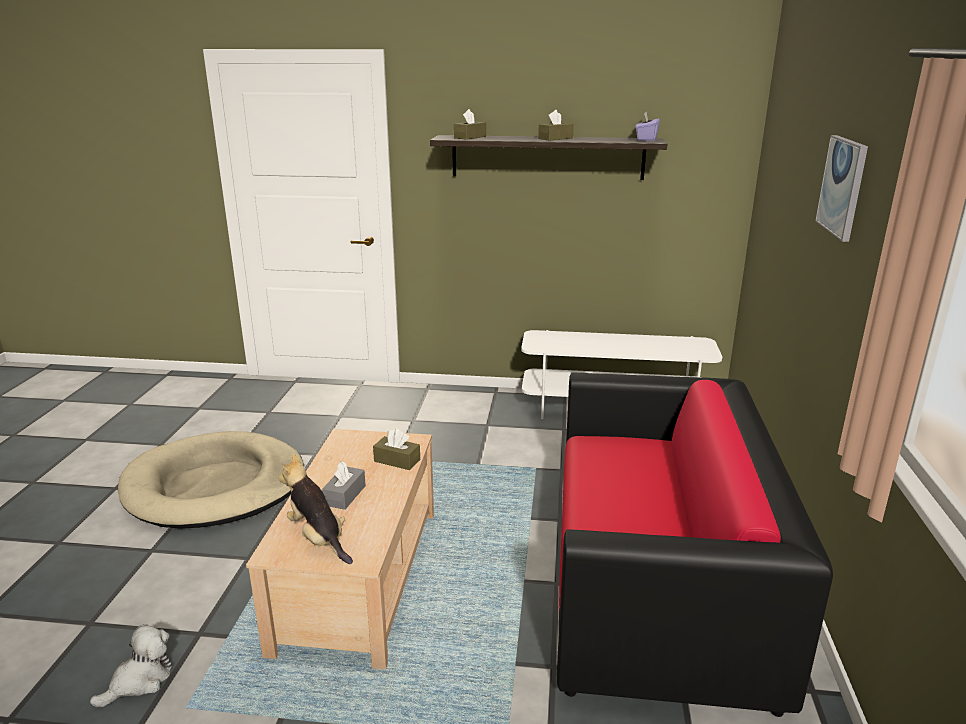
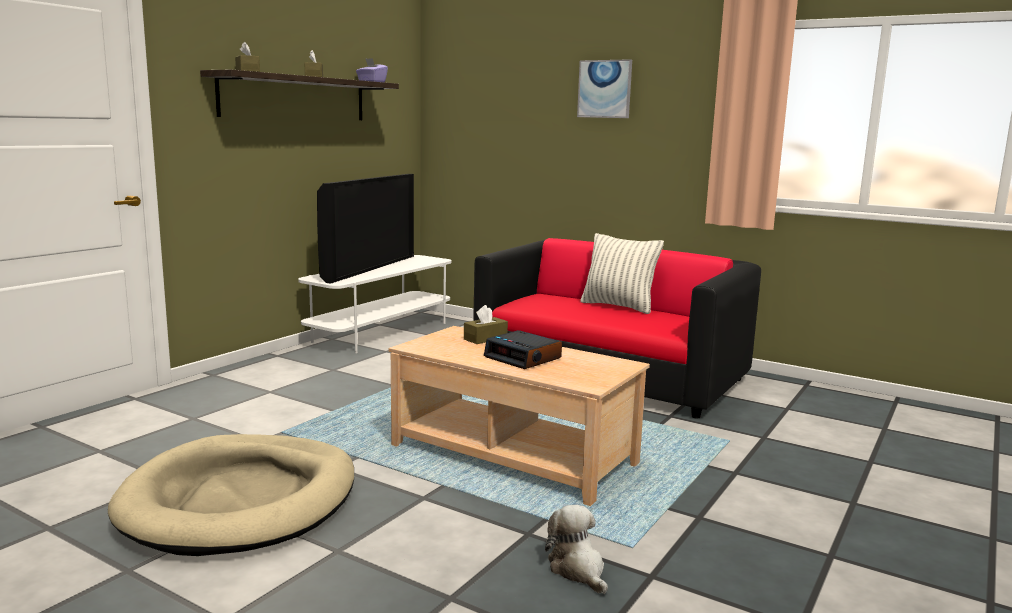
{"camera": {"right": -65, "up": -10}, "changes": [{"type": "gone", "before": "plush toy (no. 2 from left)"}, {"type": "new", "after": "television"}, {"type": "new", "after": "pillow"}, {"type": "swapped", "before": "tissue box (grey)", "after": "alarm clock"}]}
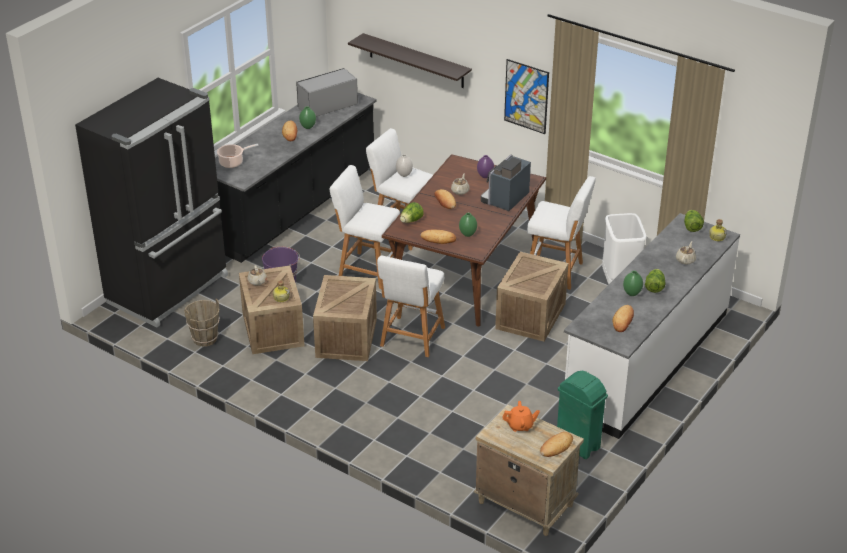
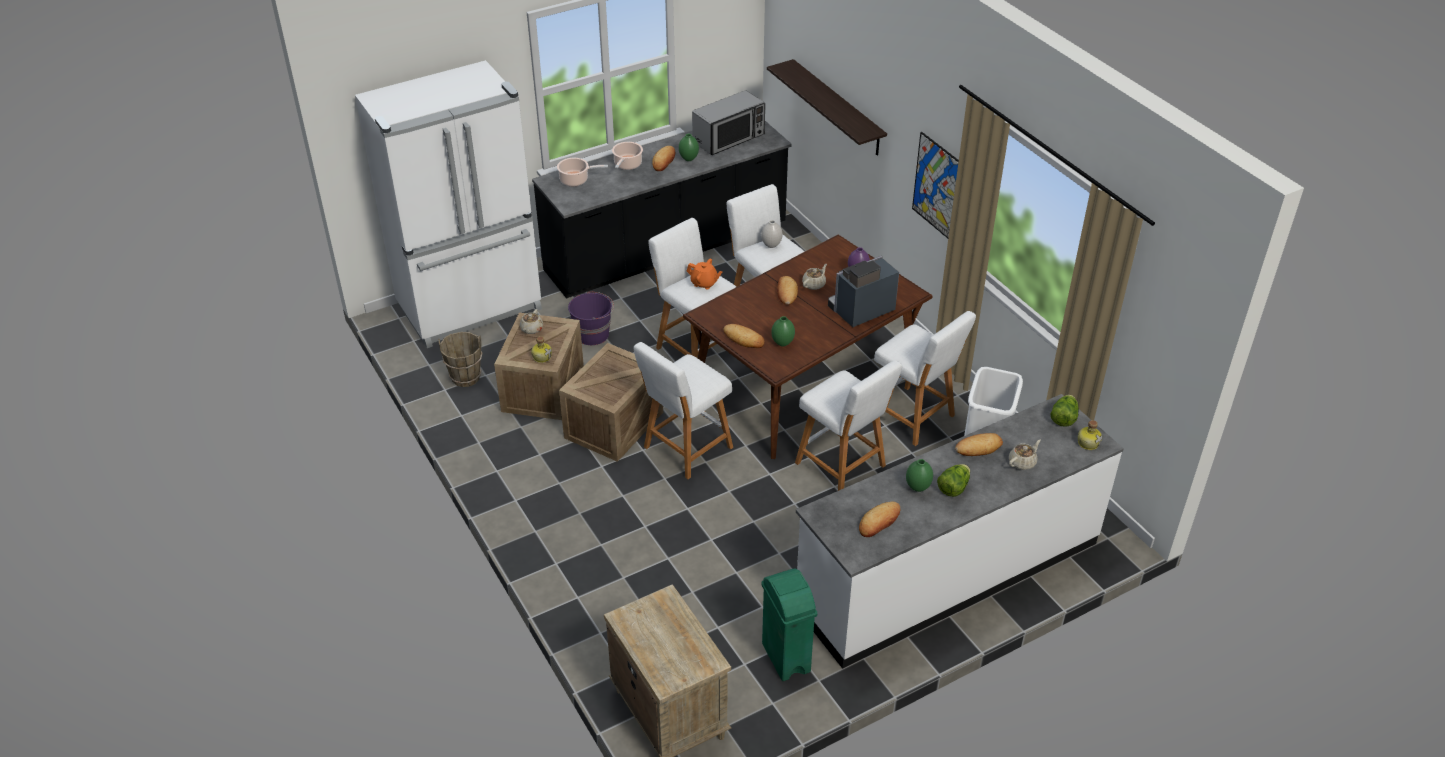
{"camera": {"right": 25, "up": 5}, "changes": [{"type": "gone", "before": "lettuce (no. 1 from left)"}, {"type": "new", "after": "cooking pot (no. 2 from left)"}, {"type": "shifted", "before": "teapot (orange)"}, {"type": "shifted", "before": "bread (no. 4 from left in the first image)", "after": "bread (no. 5 from left)"}, {"type": "swapped", "before": "crate (no. 3 from left)", "after": "stool (white) (no. 4 from left)"}, {"type": "repainted", "before": "fridge (black)", "after": "fridge (white)"}, {"type": "rotated", "before": "microwave", "turn": 150}]}
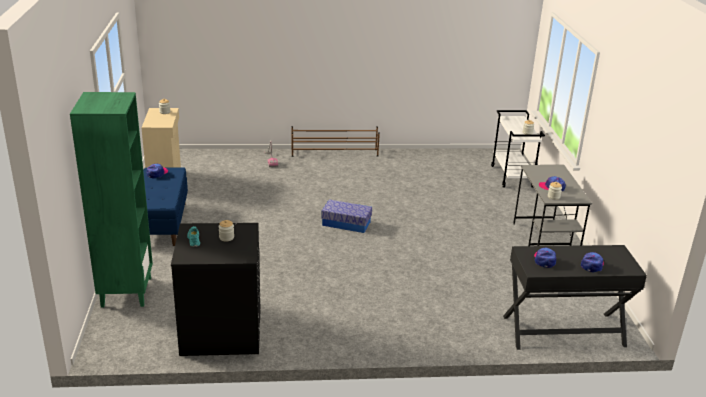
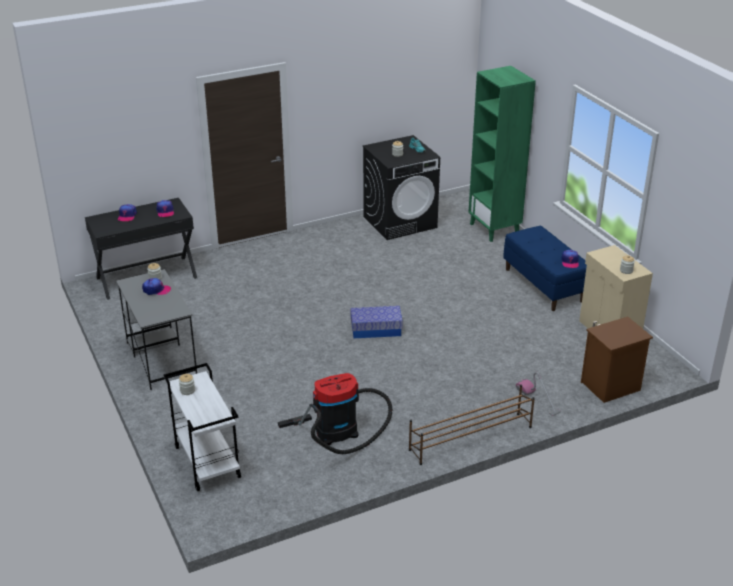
{"camera": {"right": 160, "up": 5}, "changes": [{"type": "new", "after": "vacuum cleaner (no. 1 from left)"}, {"type": "new", "after": "nightstand (brown)"}]}
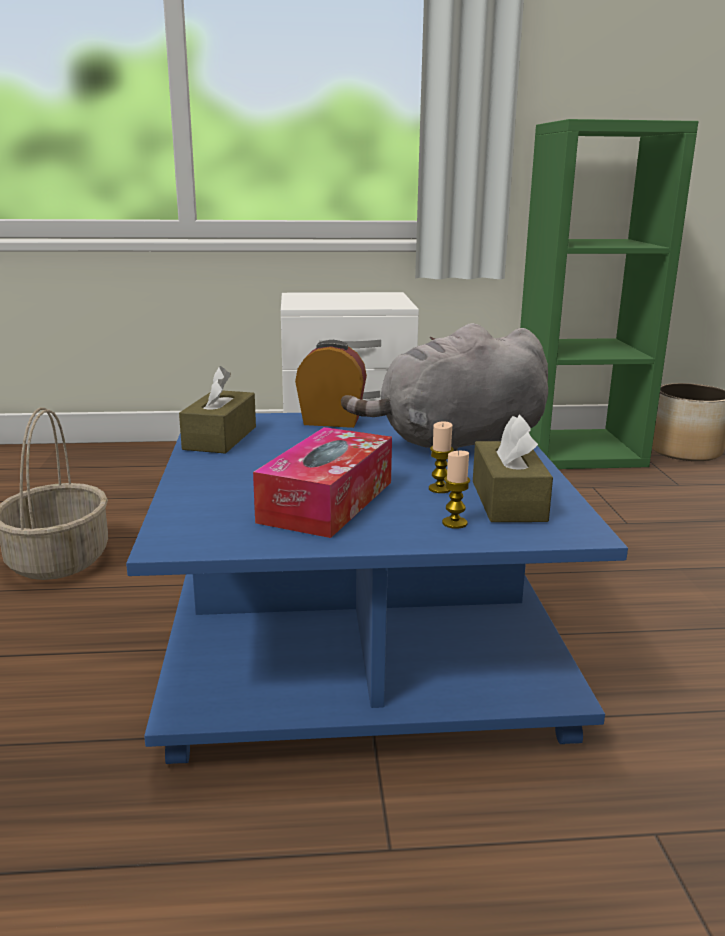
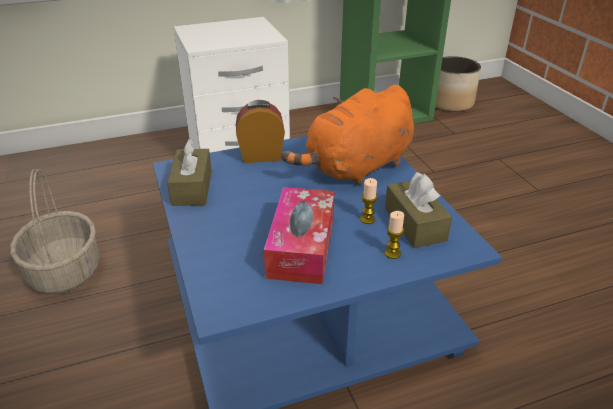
{"camera": {"right": -15, "up": 15}, "changes": [{"type": "repainted", "before": "plush toy (grey)", "after": "plush toy (orange)"}]}
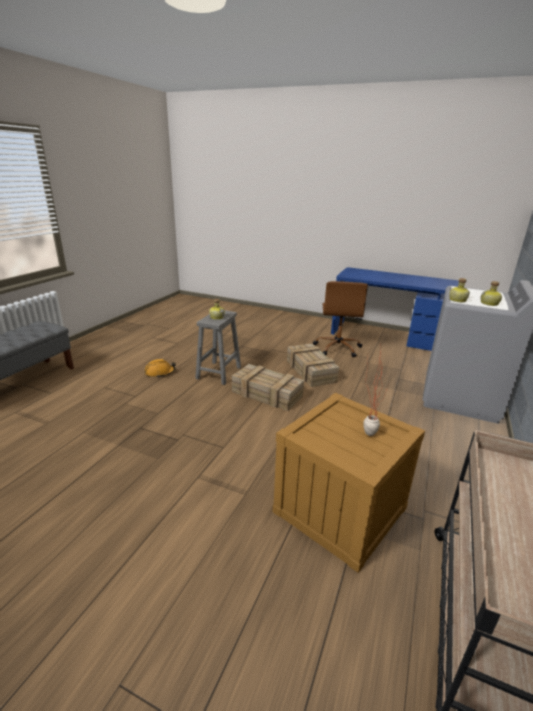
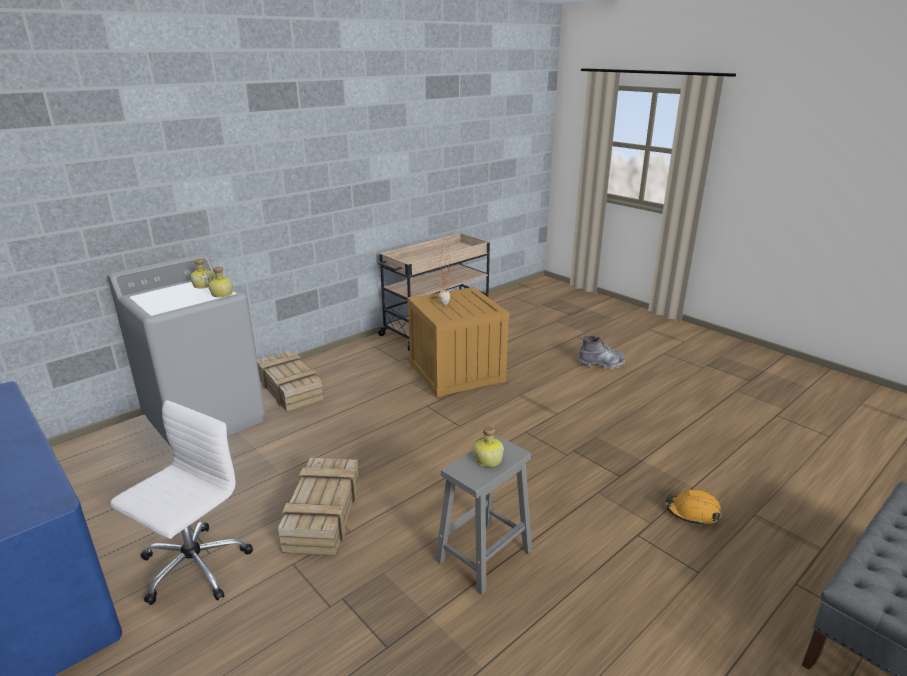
{"camera": {"right": -155, "up": 0}, "changes": [{"type": "new", "after": "boot (grey)"}, {"type": "shifted", "before": "hard hat (orange)"}, {"type": "shifted", "before": "crate (no. 1 from left)"}, {"type": "repainted", "before": "office chair (brown)", "after": "office chair (white)"}]}
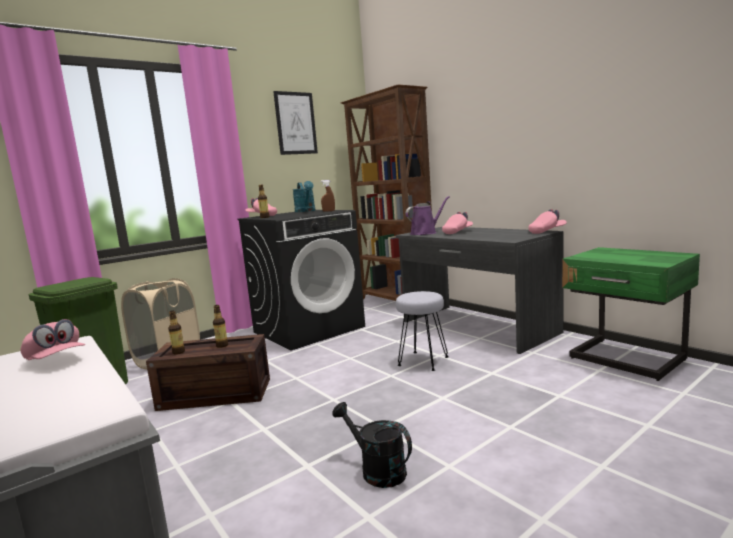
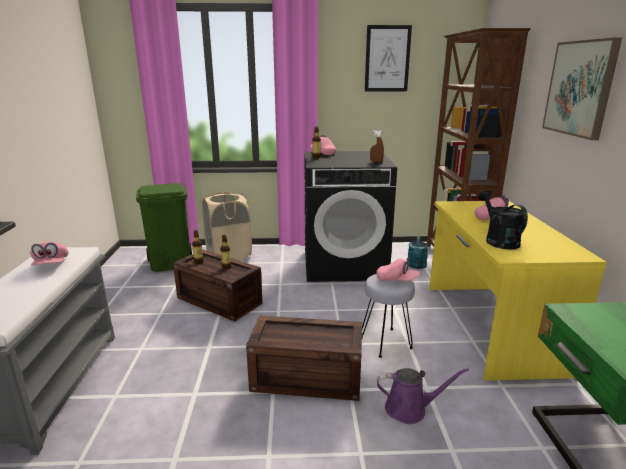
{"camera": {"right": 35, "up": 10}, "changes": [{"type": "new", "after": "crate (no. 2 from left)"}, {"type": "new", "after": "picture (no. 2 from left)"}, {"type": "shifted", "before": "watering can (turquoise)"}, {"type": "shifted", "before": "watering can (black)"}, {"type": "shifted", "before": "watering can (purple)"}, {"type": "shifted", "before": "cap (pink) (no. 4 from left in the first image)", "after": "cap (pink) (no. 3 from left)"}, {"type": "repainted", "before": "desk (grey)", "after": "desk (yellow)"}]}
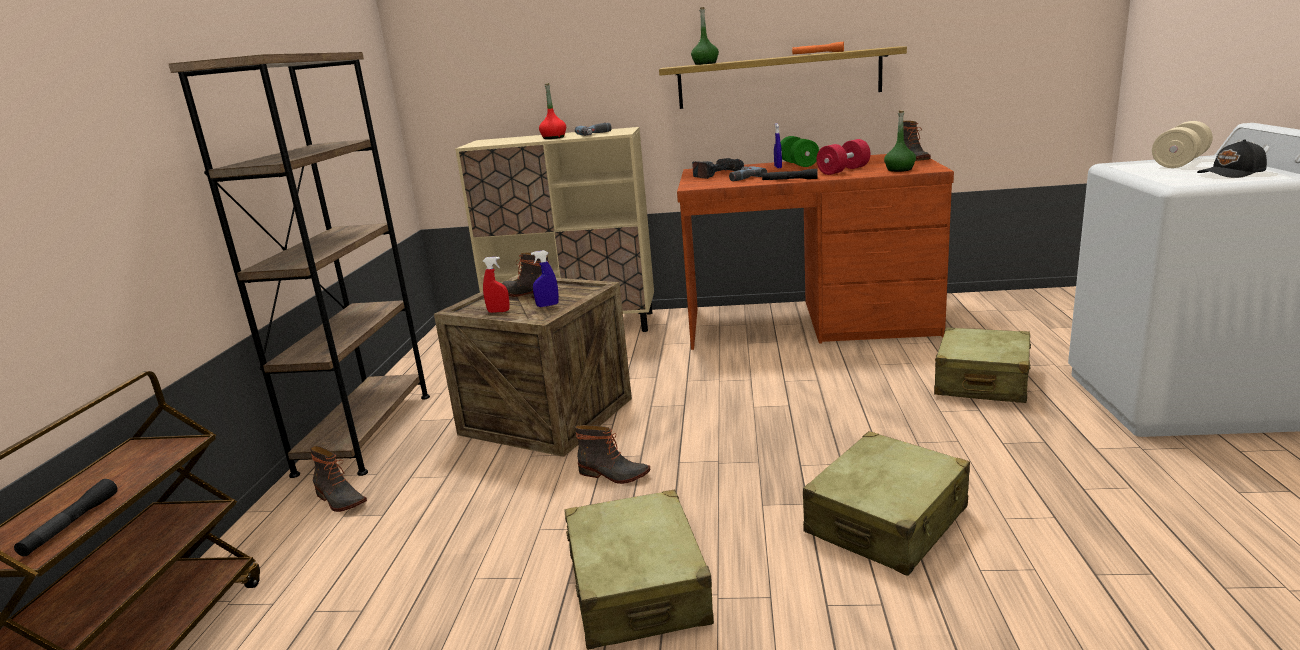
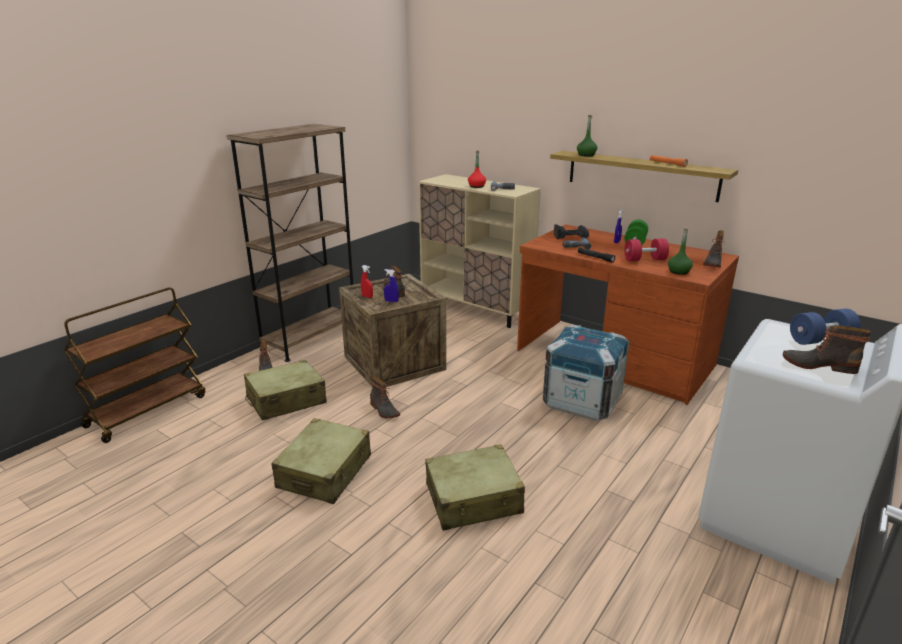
{"camera": {"right": 30, "up": 5}, "changes": [{"type": "gone", "before": "flashlight (black) (no. 1 from left)"}, {"type": "new", "after": "crate (no. 2 from left)"}, {"type": "shifted", "before": "suitcase (beige) (no. 3 from left in the first image)", "after": "suitcase (beige) (no. 1 from left)"}, {"type": "swapped", "before": "cap (black)", "after": "boot (no. 5 from left)"}, {"type": "repainted", "before": "dumbbell (beige)", "after": "dumbbell (blue)"}]}
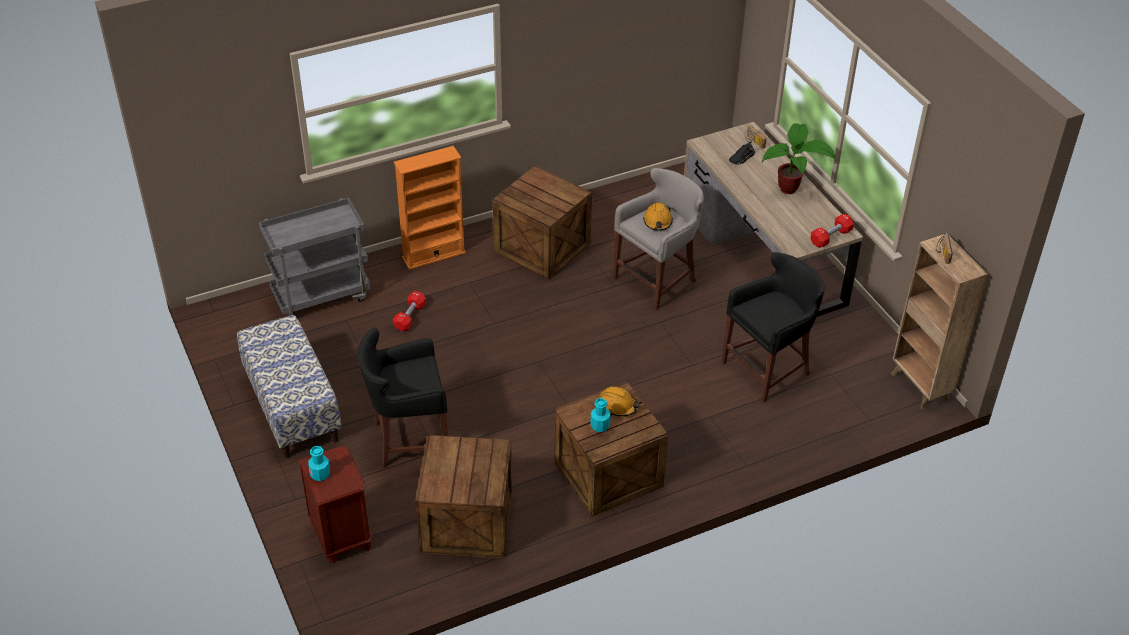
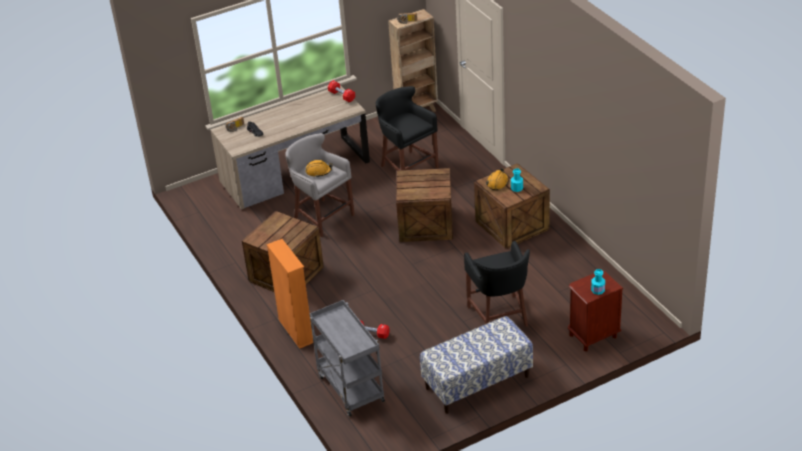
{"camera": {"right": -90, "up": -5}, "changes": [{"type": "gone", "before": "potted plant"}, {"type": "shifted", "before": "crate (no. 1 from left in the first image)", "after": "crate (no. 2 from left)"}]}
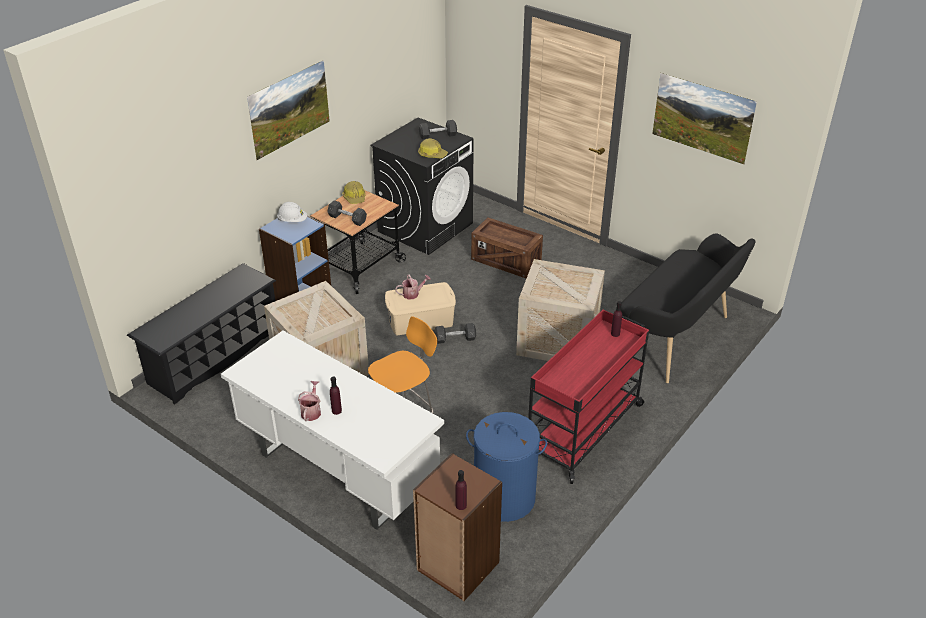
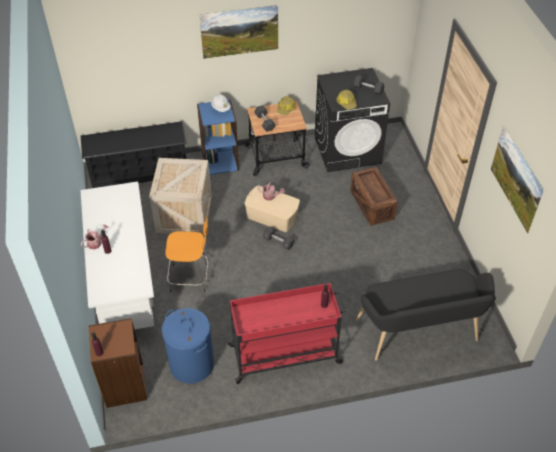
{"camera": {"right": 40, "up": 10}, "changes": [{"type": "gone", "before": "crate (no. 3 from left)"}]}
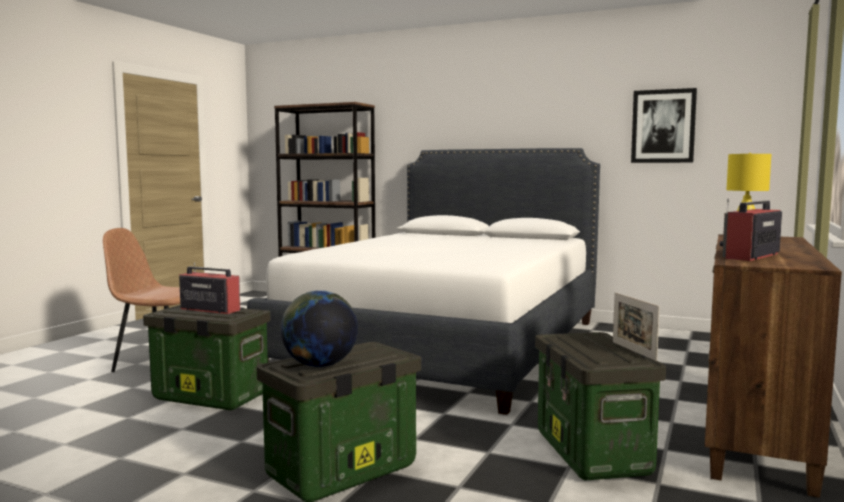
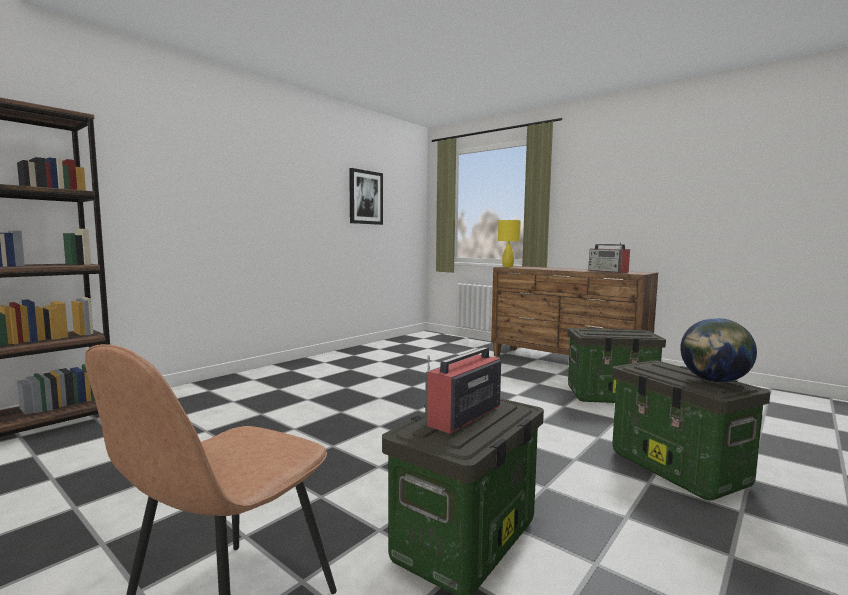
{"camera": {"right": -75, "up": 0}, "changes": [{"type": "gone", "before": "bed (white)"}, {"type": "gone", "before": "picture frame"}]}
